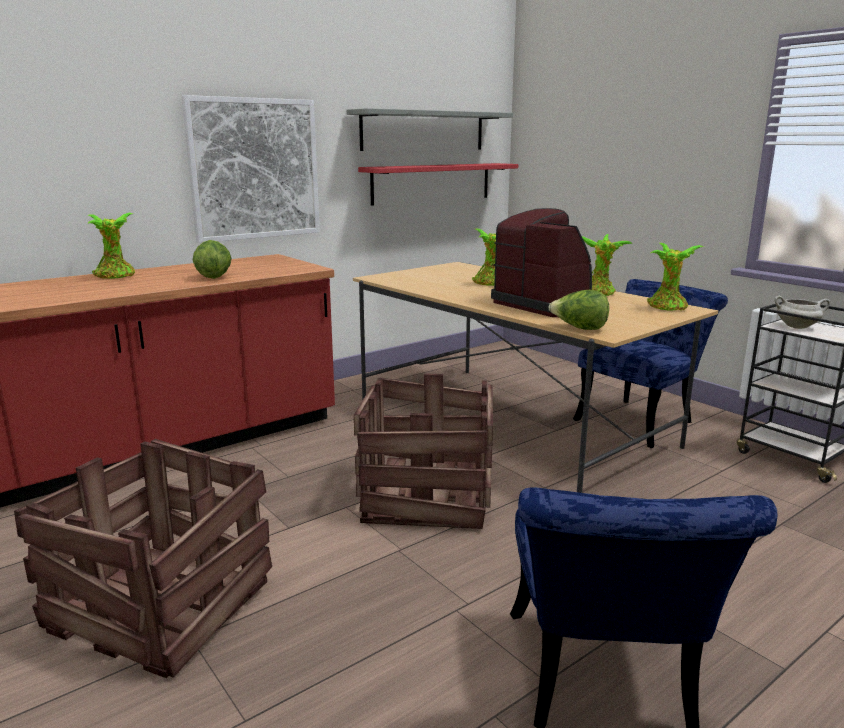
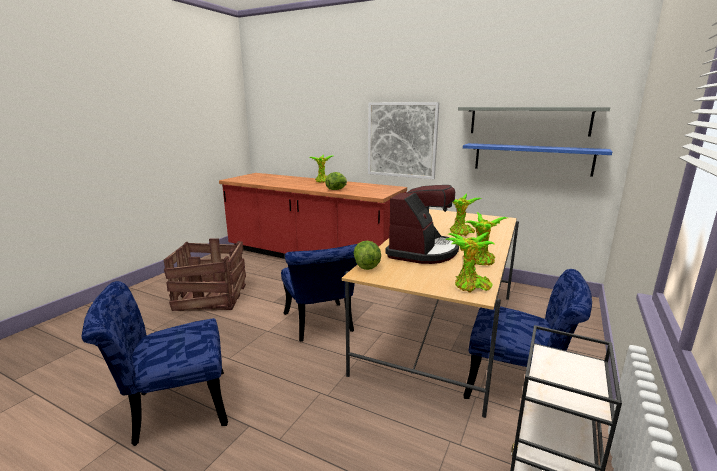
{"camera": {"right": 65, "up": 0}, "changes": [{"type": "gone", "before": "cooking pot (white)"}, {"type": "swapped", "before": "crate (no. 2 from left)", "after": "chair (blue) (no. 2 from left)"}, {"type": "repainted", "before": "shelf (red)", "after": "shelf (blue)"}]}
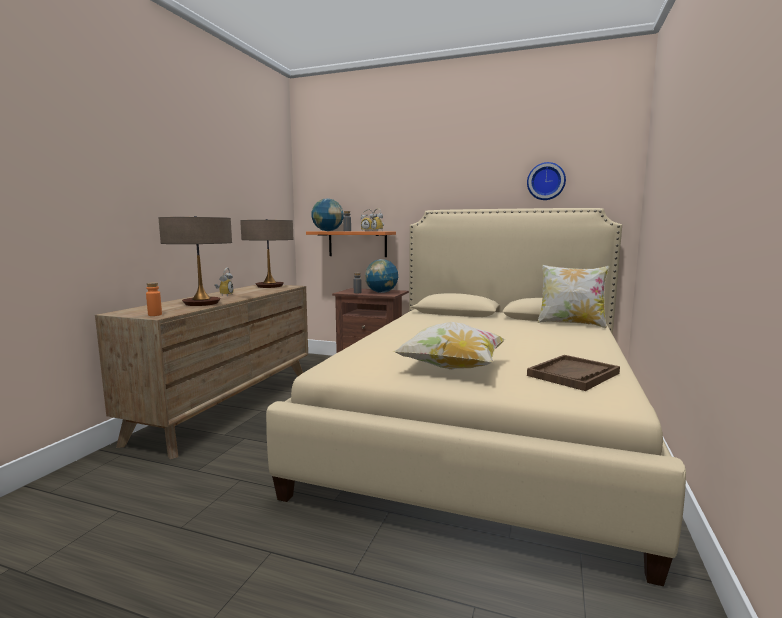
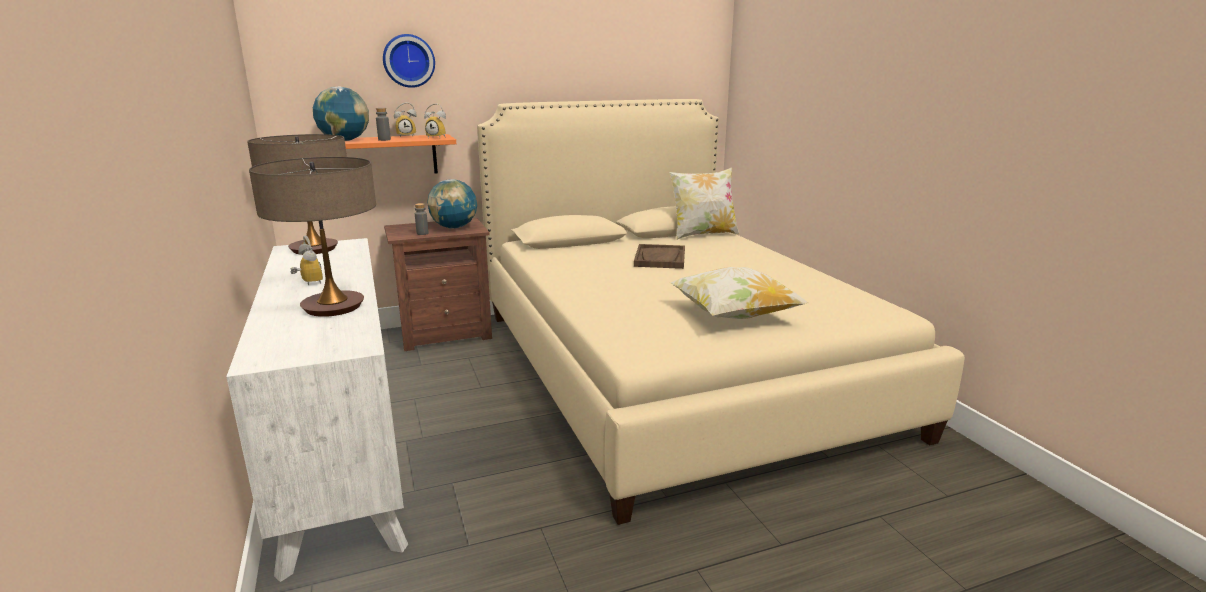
{"camera": {"right": -40, "up": 10}, "changes": [{"type": "gone", "before": "bottle (orange)"}, {"type": "shifted", "before": "wall clock"}, {"type": "shifted", "before": "tray (brown)"}, {"type": "repainted", "before": "dresser (brown)", "after": "dresser (white)"}]}
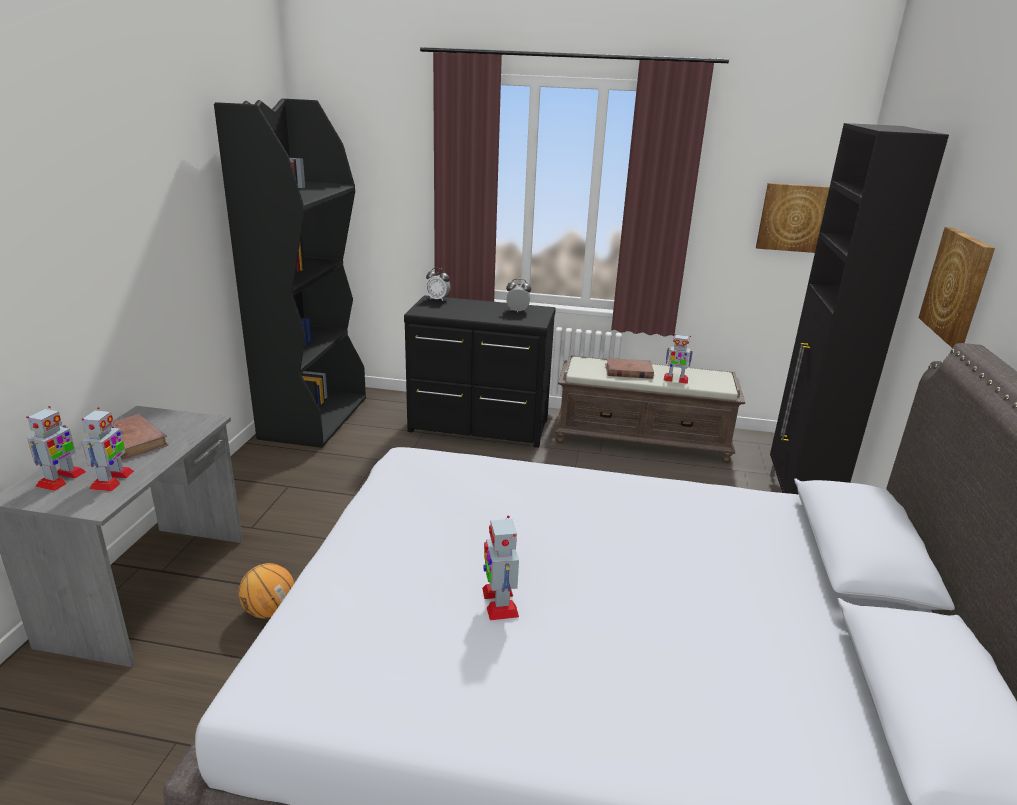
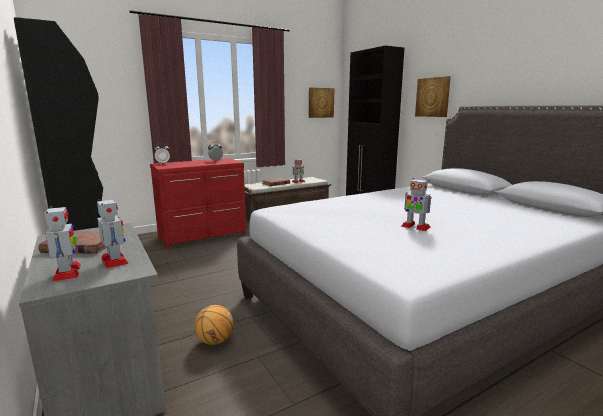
{"camera": {"right": -40, "up": -10}, "changes": [{"type": "repainted", "before": "dresser (black)", "after": "dresser (red)"}]}
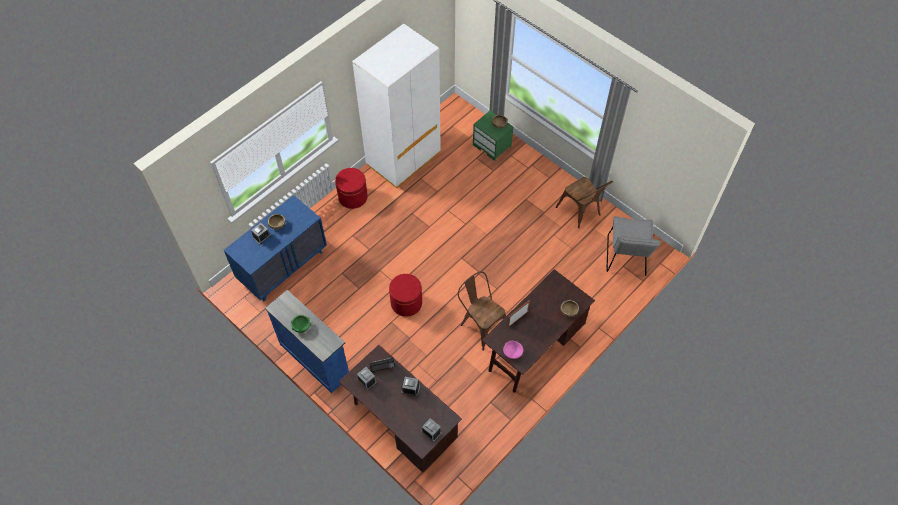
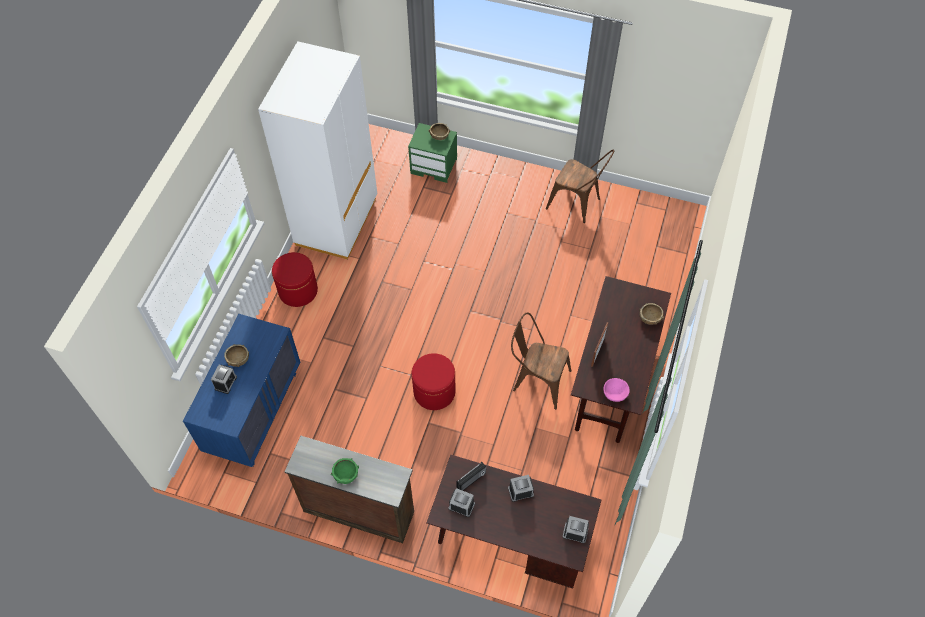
{"camera": {"right": -25, "up": 0}, "changes": [{"type": "gone", "before": "chair (grey)"}, {"type": "repainted", "before": "dresser (blue) (no. 2 from left)", "after": "dresser (brown)"}]}
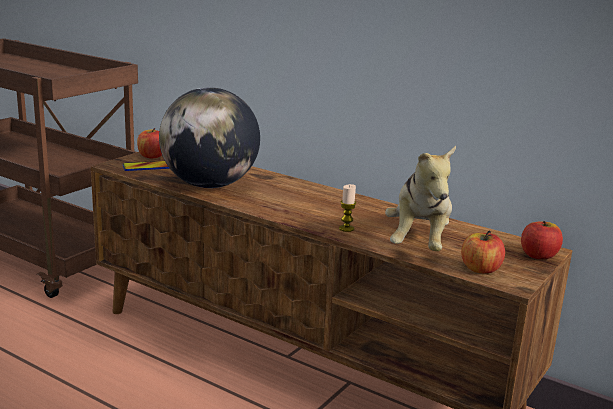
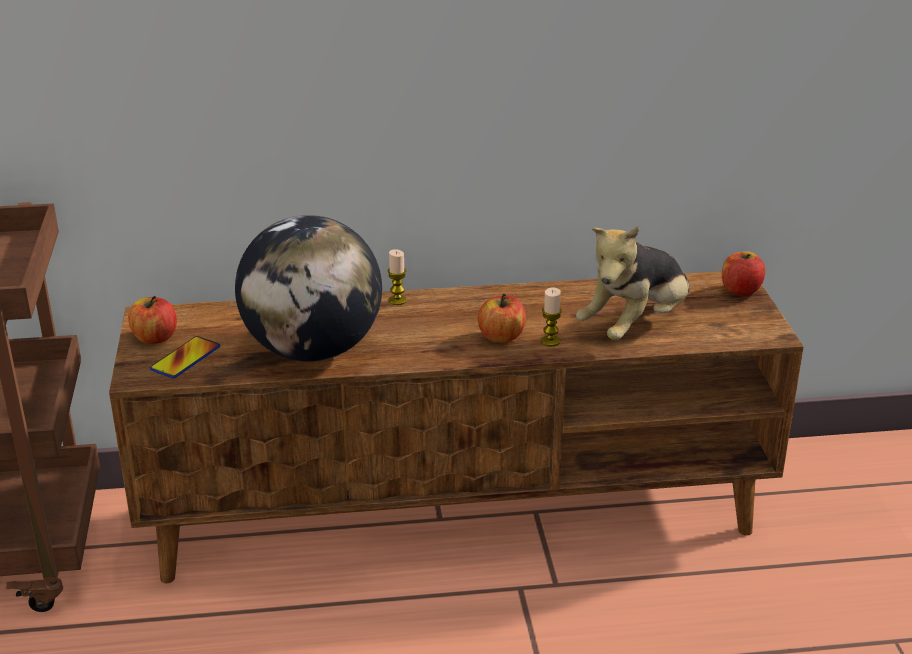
{"camera": {"right": -40, "up": 10}, "changes": [{"type": "new", "after": "candle (no. 1 from left)"}, {"type": "shifted", "before": "apple (no. 2 from left)"}, {"type": "rotated", "before": "plush toy", "turn": 75}]}
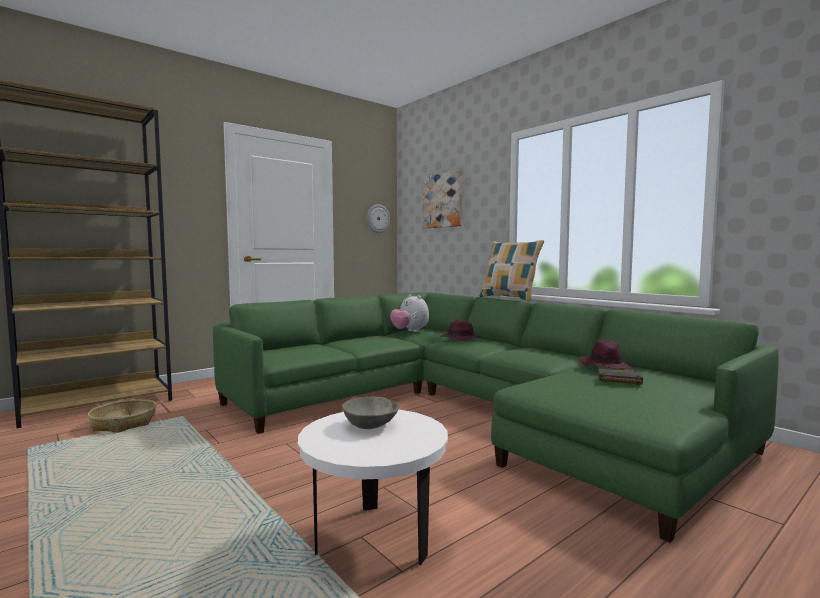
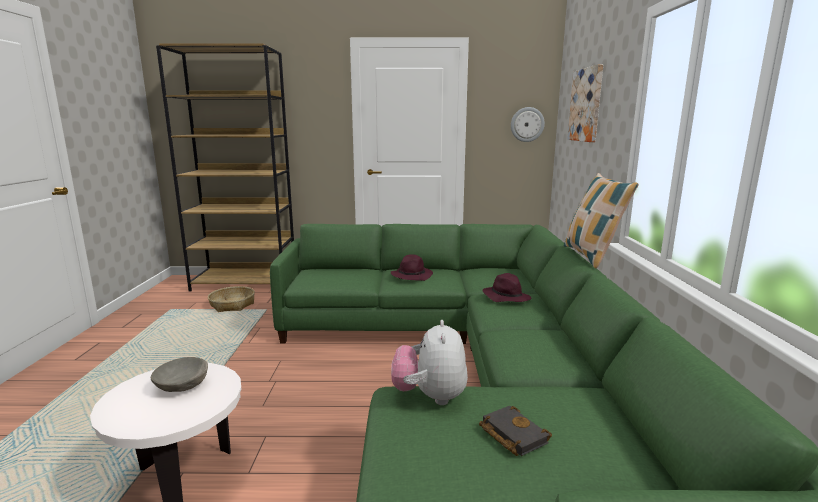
{"camera": {"right": 40, "up": 10}, "changes": [{"type": "shifted", "before": "plush toy"}, {"type": "shifted", "before": "hat (purple) (no. 2 from left in the first image)", "after": "hat (purple) (no. 1 from left)"}]}
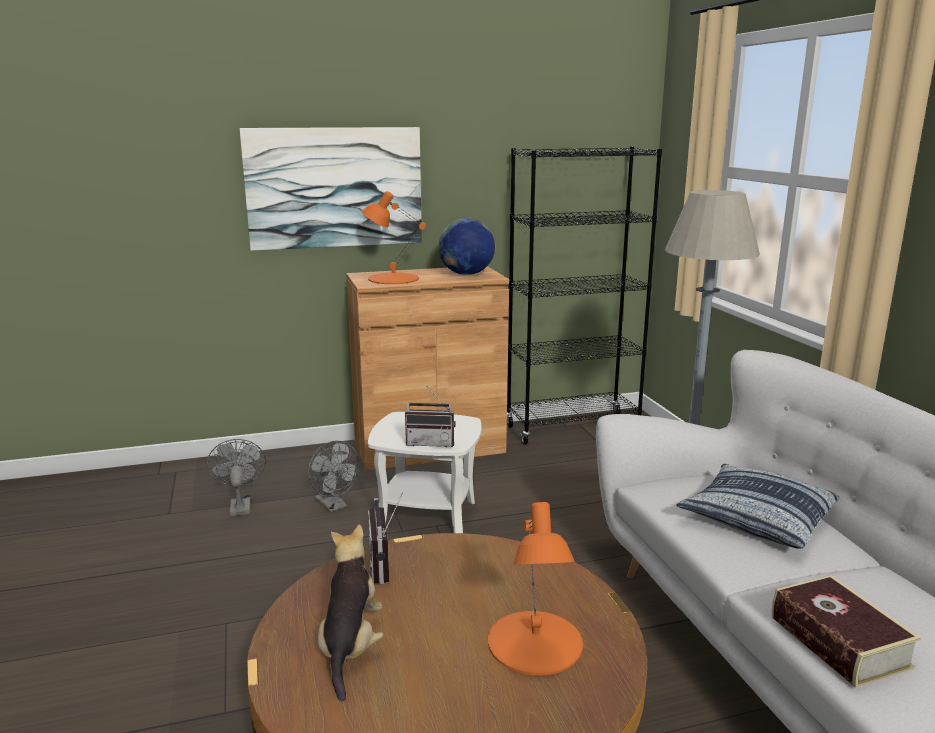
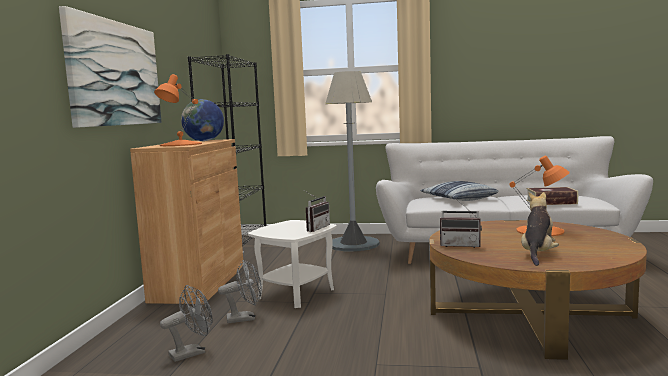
{"camera": {"right": -65, "up": -10}, "changes": [{"type": "rotated", "before": "fan (grey) (no. 1 from left)", "turn": 135}, {"type": "rotated", "before": "plush toy", "turn": 90}]}
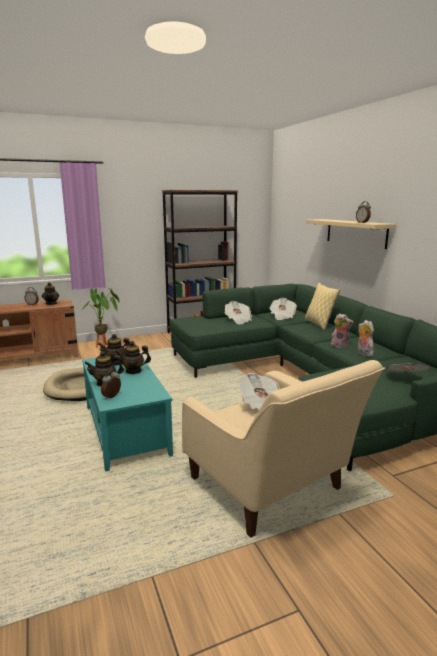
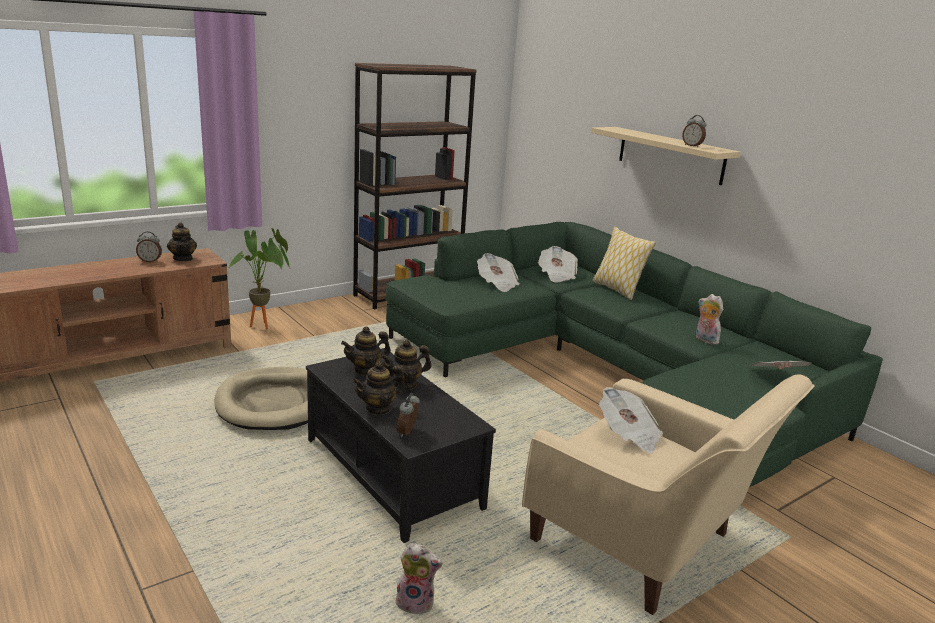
{"camera": {"right": -15, "up": 5}, "changes": [{"type": "shifted", "before": "plush toy (no. 1 from left)"}, {"type": "repainted", "before": "coffee table (turquoise)", "after": "coffee table (black)"}]}
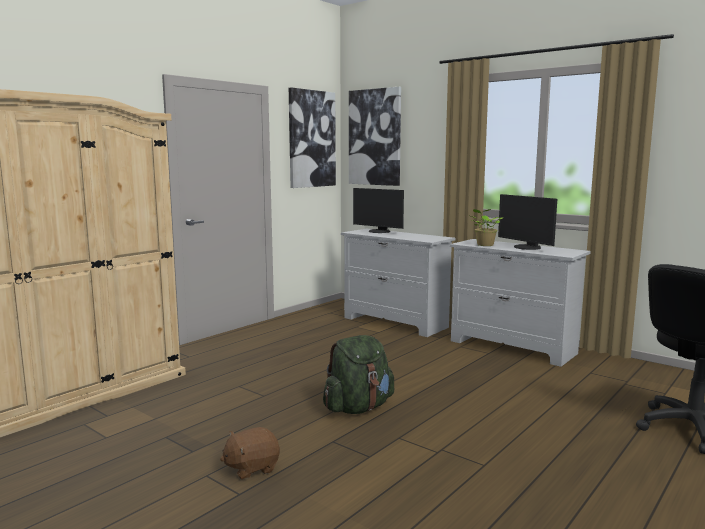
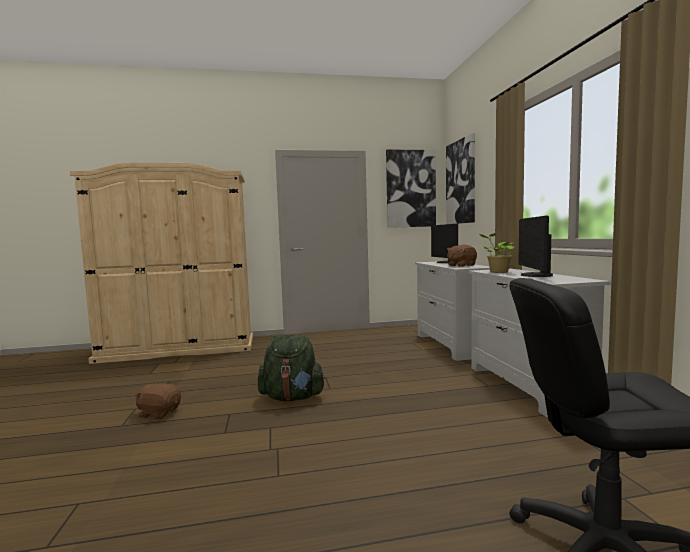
{"camera": {"right": 40, "up": -5}, "changes": [{"type": "new", "after": "plush toy (brown) (no. 2 from left)"}]}
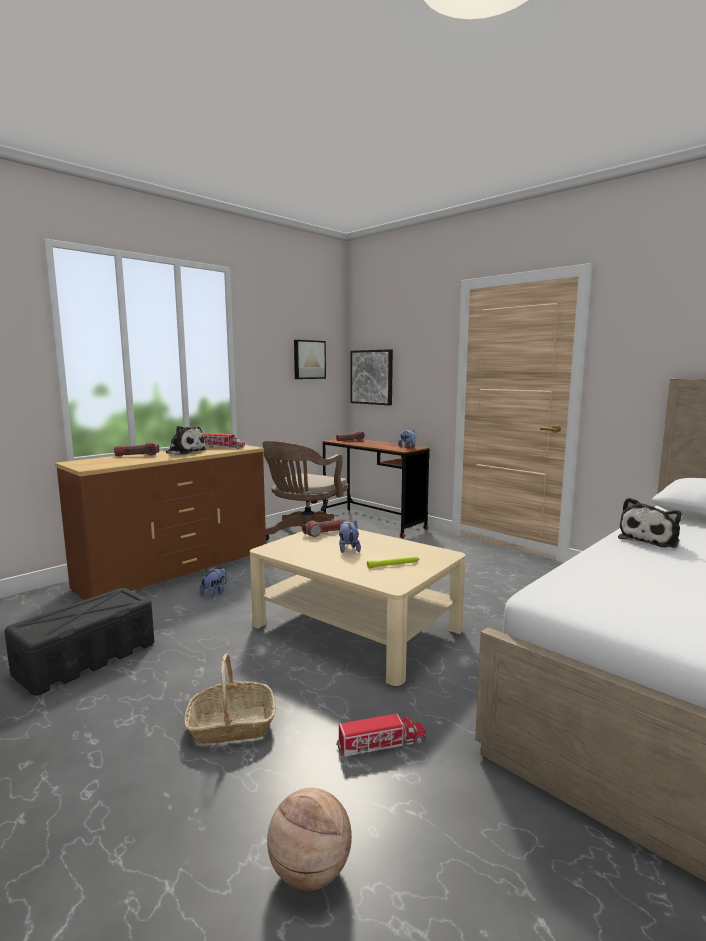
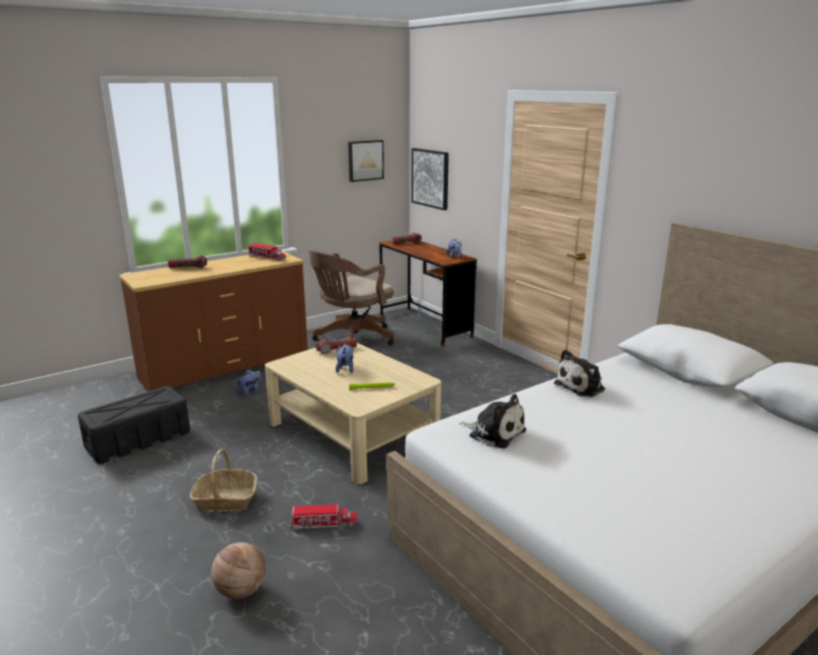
{"camera": {"right": 10, "up": 10}, "changes": [{"type": "shifted", "before": "plush toy (no. 1 from left in the first image)", "after": "plush toy (no. 4 from left)"}]}
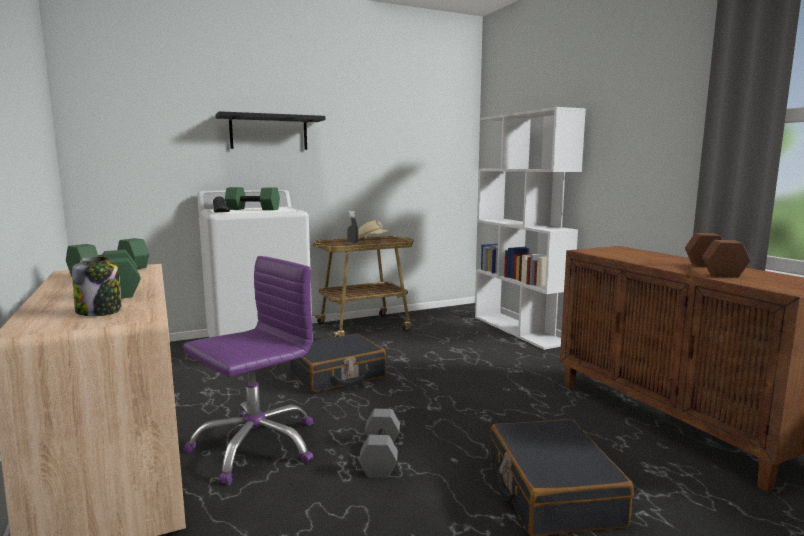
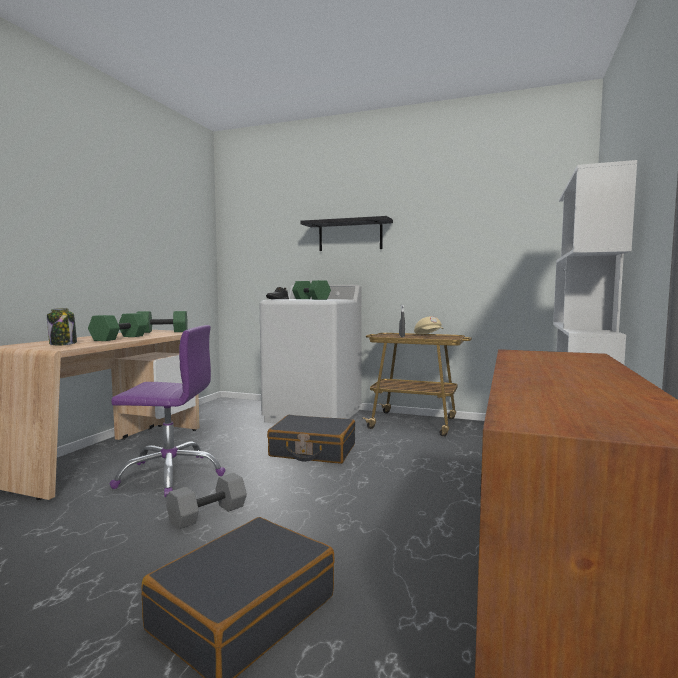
{"camera": {"right": 45, "up": -5}, "changes": [{"type": "gone", "before": "dumbbell (brown)"}]}
